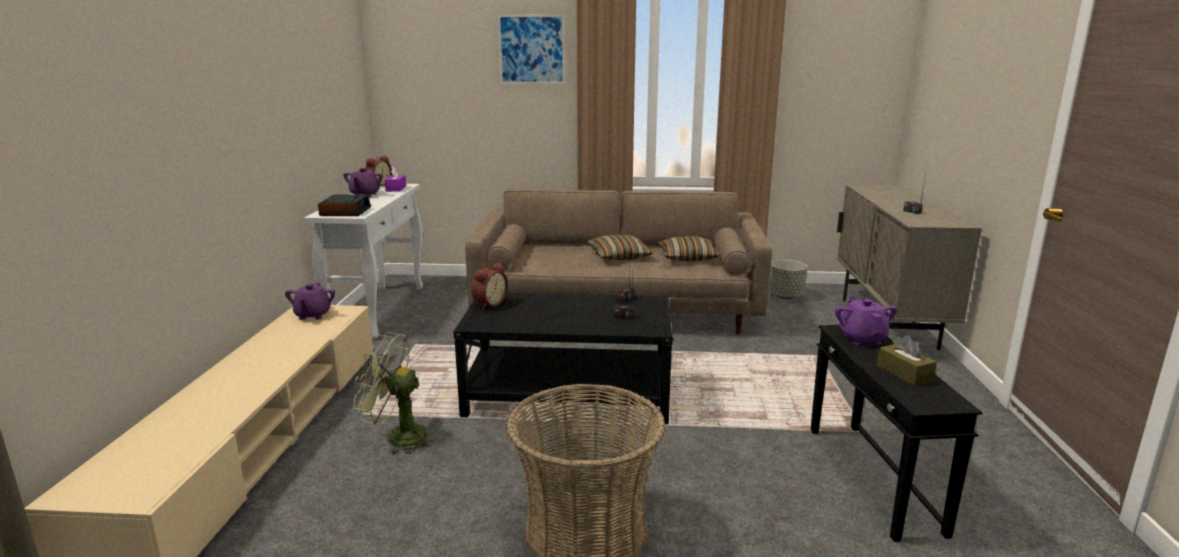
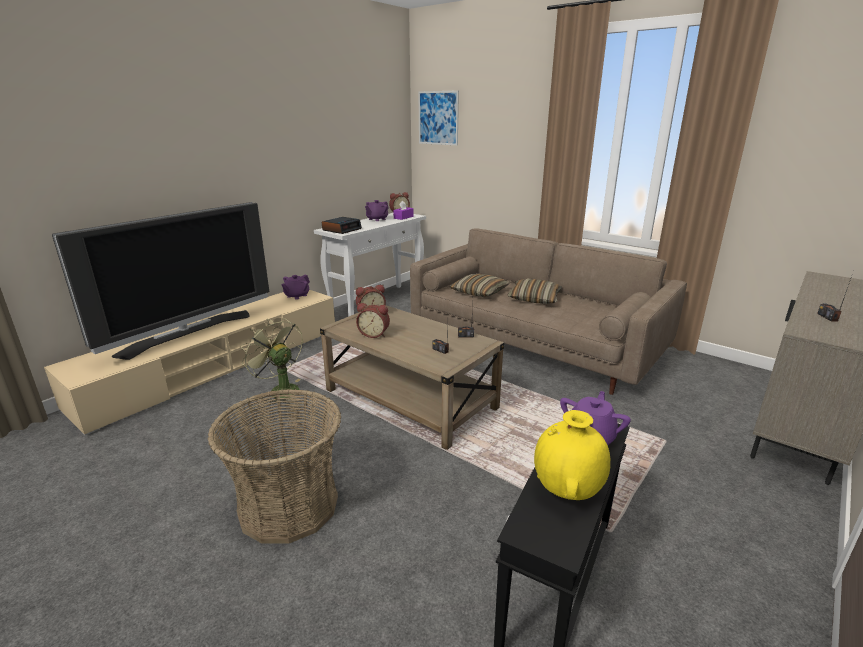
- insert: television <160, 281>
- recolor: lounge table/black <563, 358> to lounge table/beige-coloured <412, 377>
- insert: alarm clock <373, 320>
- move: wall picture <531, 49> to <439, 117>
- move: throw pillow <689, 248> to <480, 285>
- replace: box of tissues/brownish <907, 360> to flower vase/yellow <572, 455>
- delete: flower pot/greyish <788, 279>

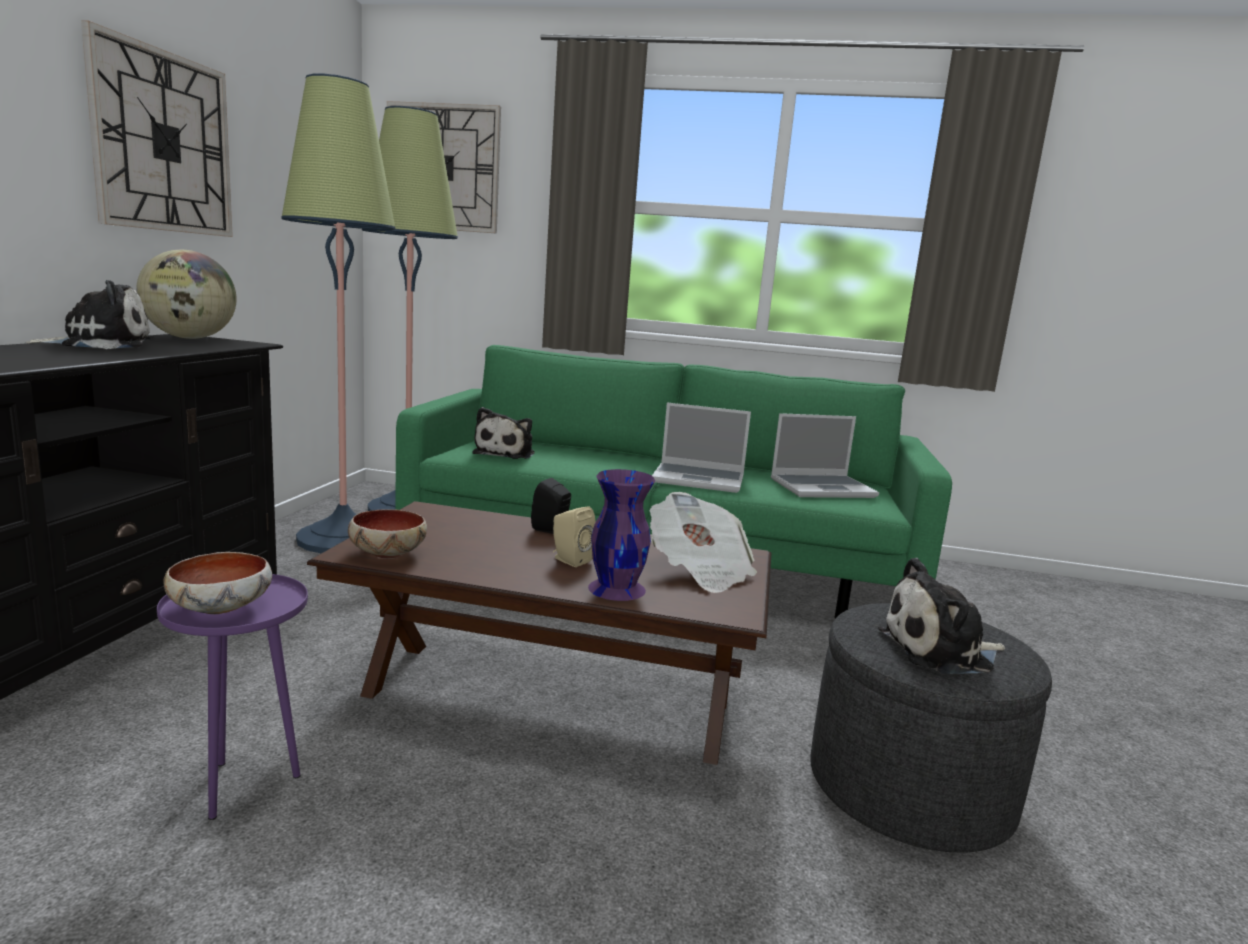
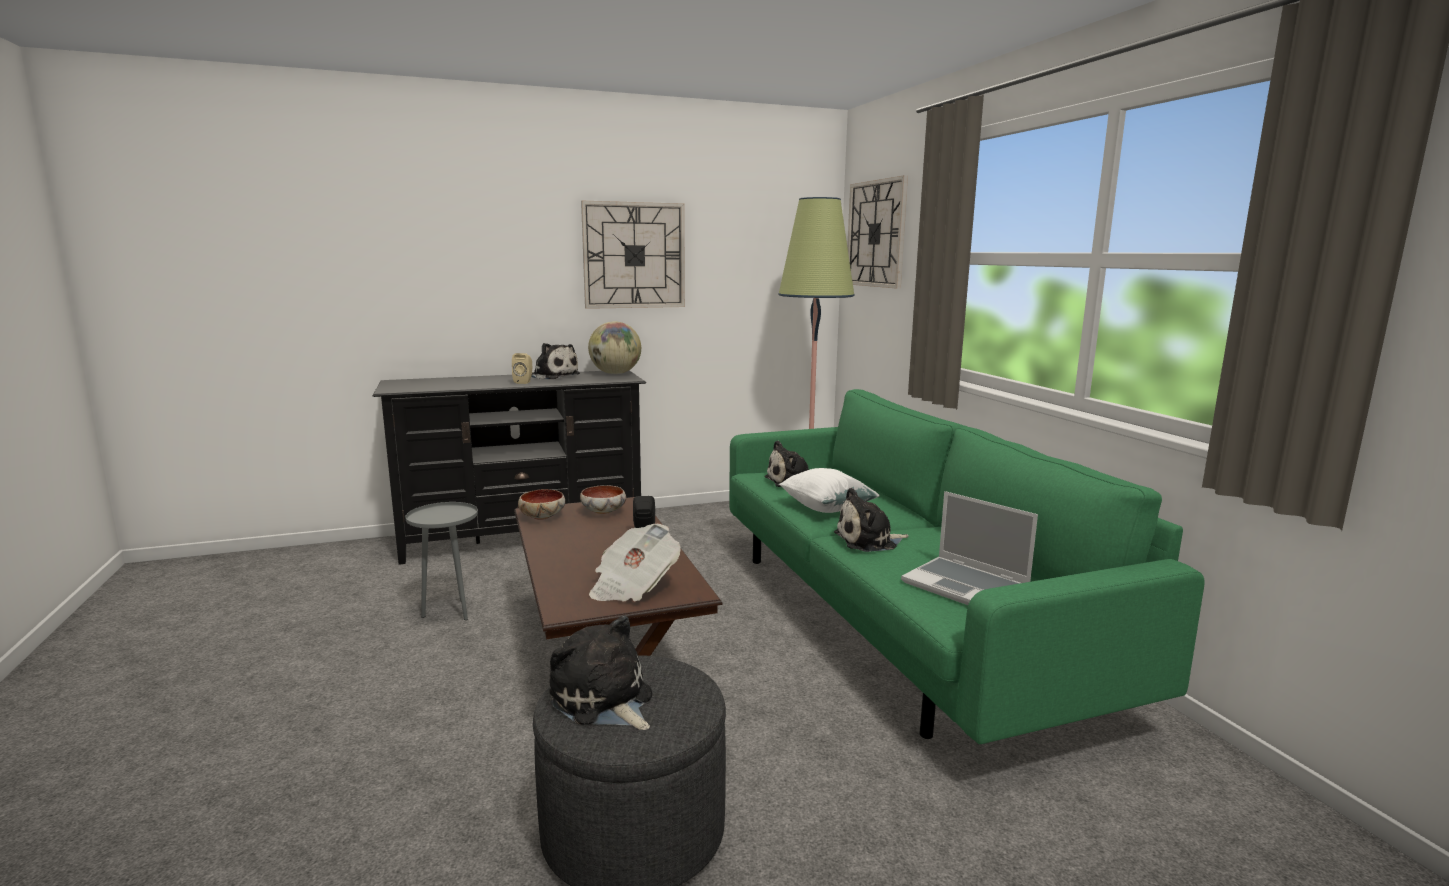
- recolor: end table/purple <232, 697> to end table/greyish <441, 561>
- move: audio speaker/beige-coloured <574, 536> to <522, 368>
- move: serving bowl <217, 583> to <603, 499>
- insert: throw pillow/whitish <829, 490>
- replace: laptop <701, 448> to soft toy <871, 520>
- delete: floor lamp <338, 313>
- delete: flower vase/purple <621, 535>

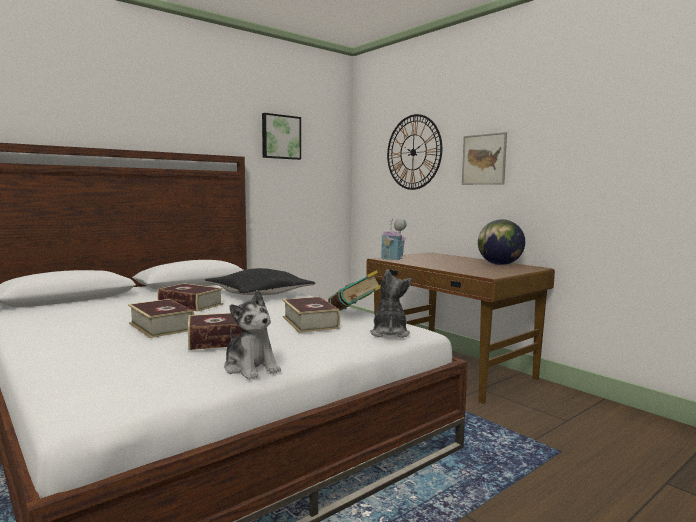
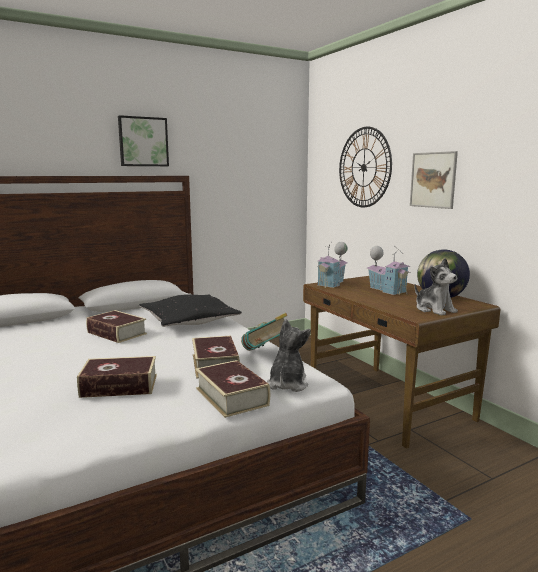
- move: wall picture <281, 136> to <143, 140>
- move: book <161, 318> to <232, 389>
- insert: miniature house <389, 270>
- move: soft toy <252, 335> to <436, 287>

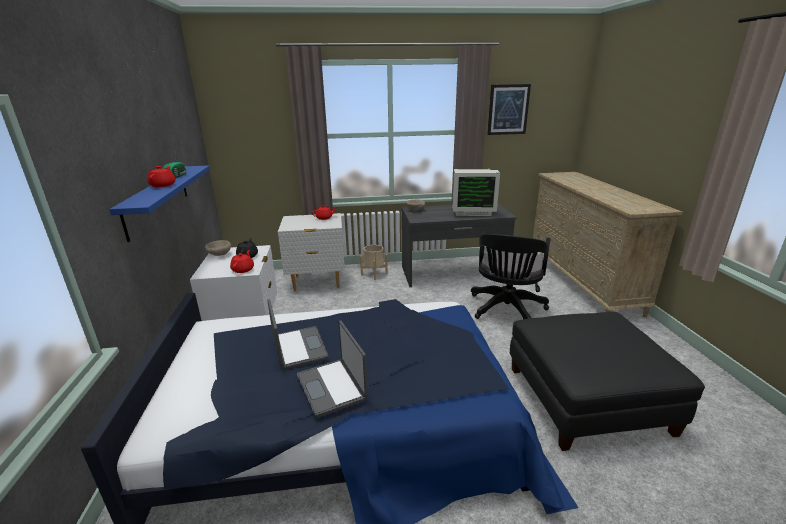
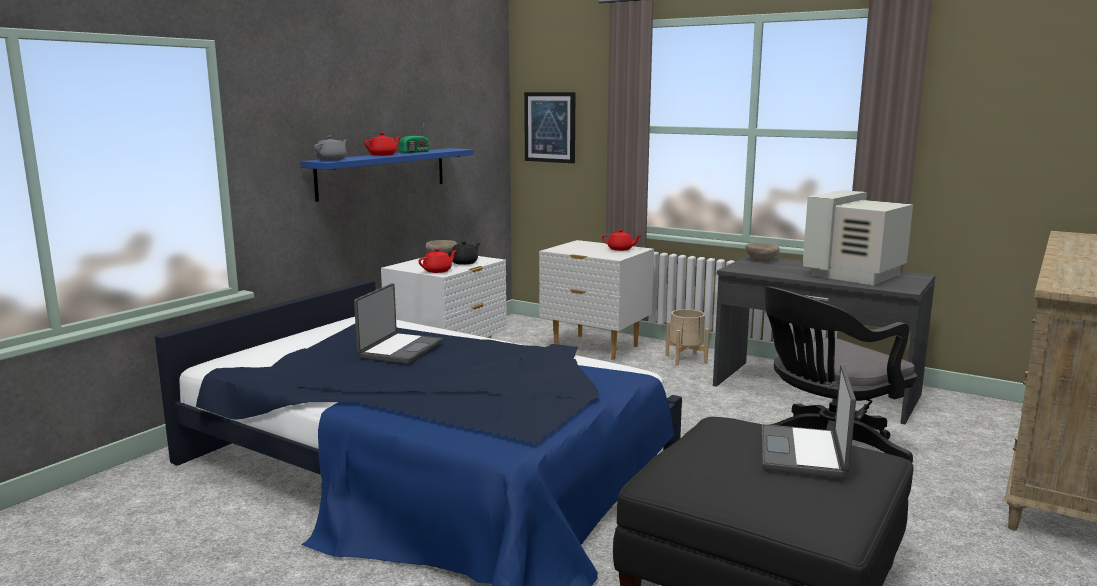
- insert: tea pot/greyish <330, 148>
- move: wall picture <509, 109> to <549, 127>
- move: laptop <332, 369> to <809, 421>
- rotate: computer display <476, 192> = <857, 238> 90 degrees clockwise

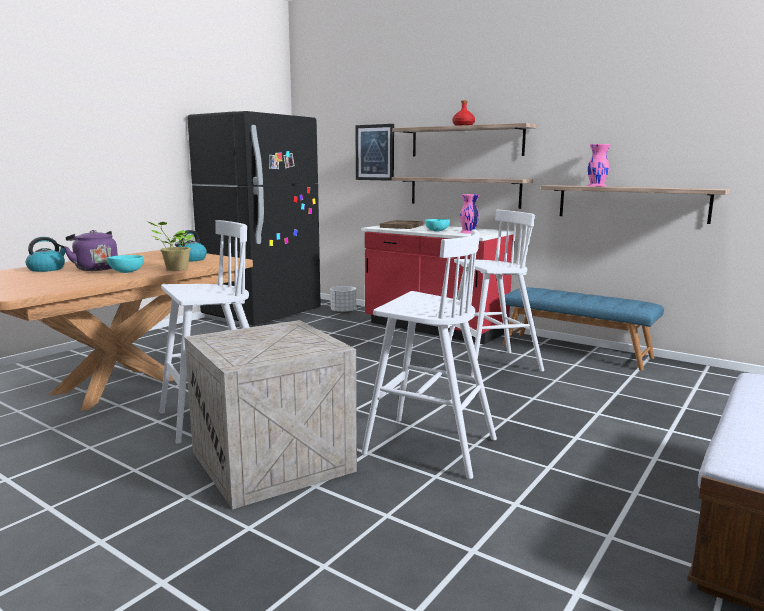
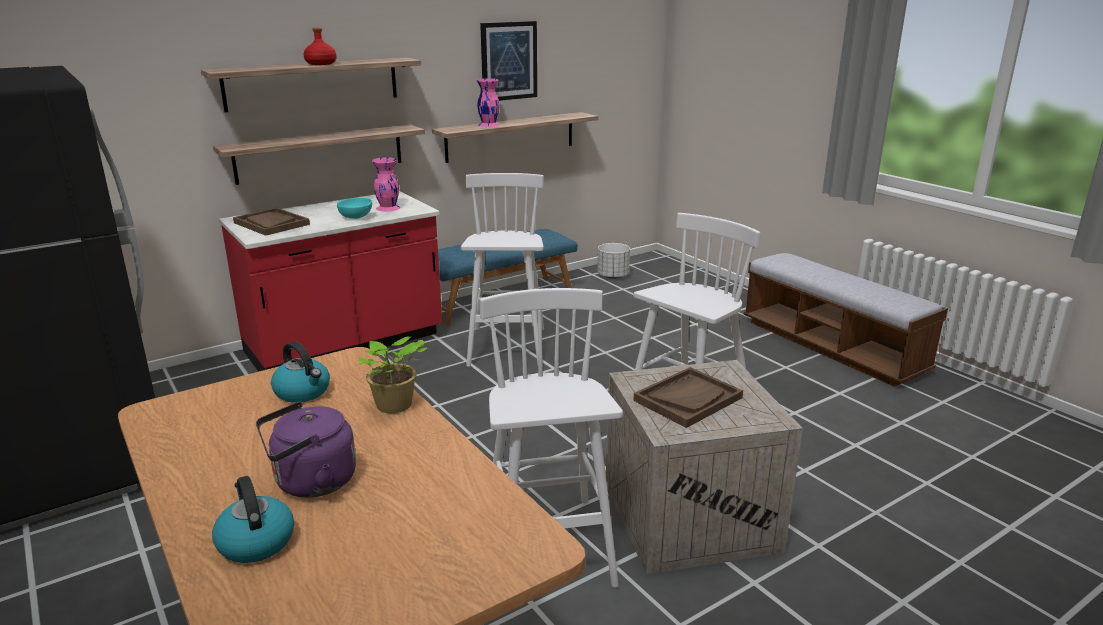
- move: wall picture <374, 152> to <508, 61>
- move: flower pot/whitish <343, 300> to <613, 261>
- insert: tray/brownish <688, 397>
- delete: serving bowl/turquoise <125, 264>

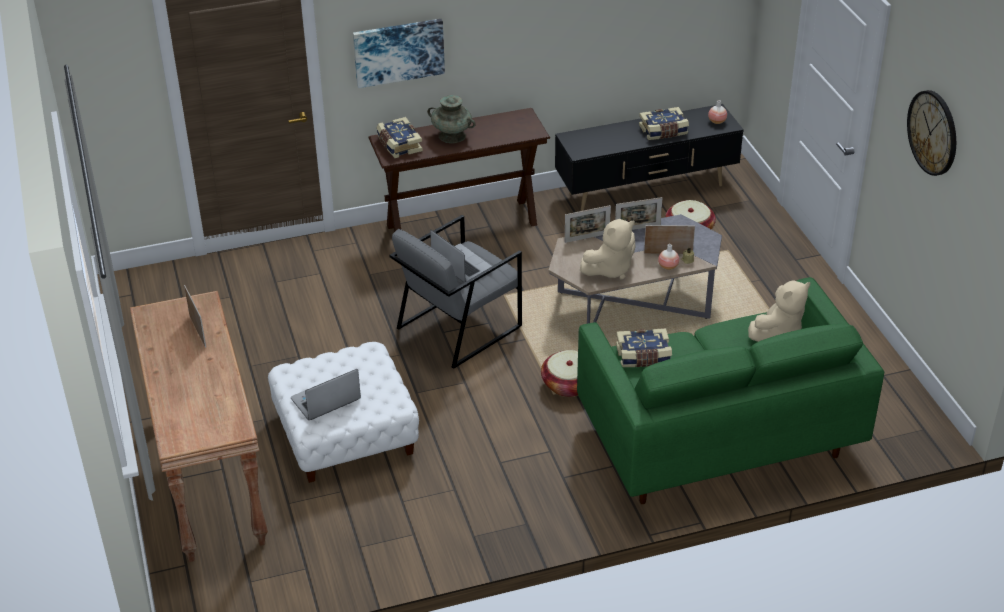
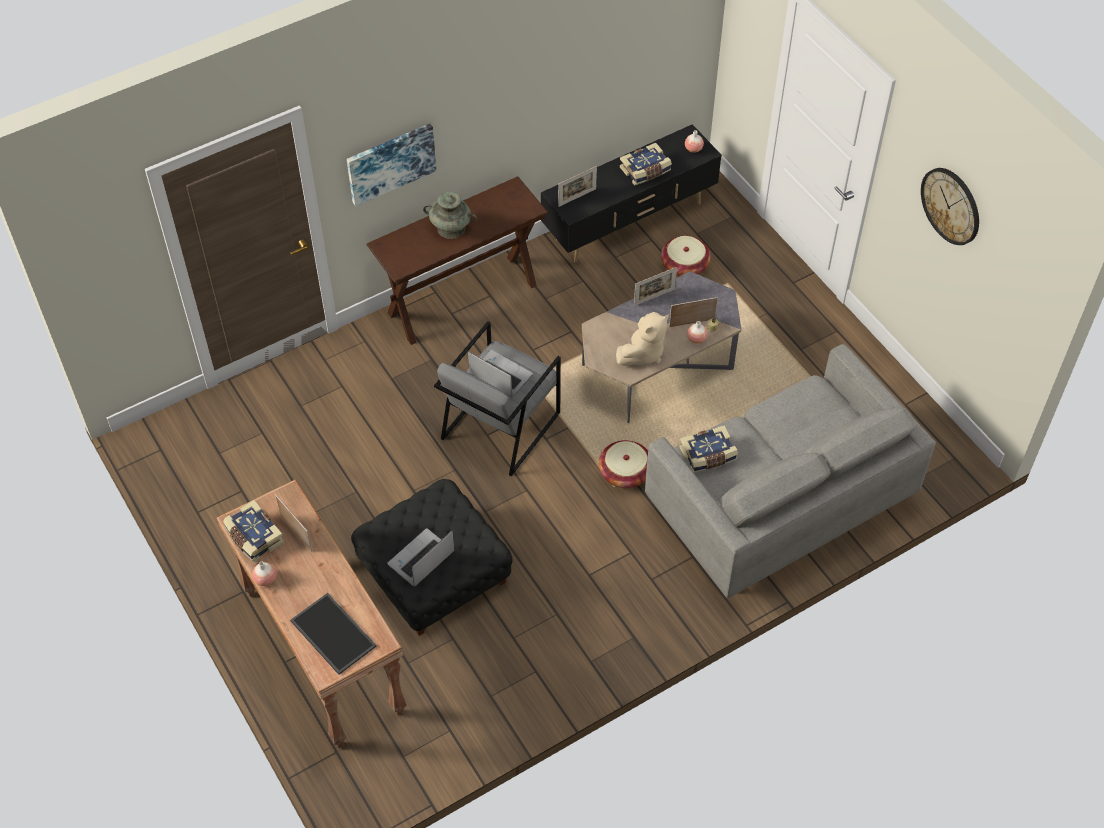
- move: book <399, 137> to <254, 531>
- insert: flower vase <264, 574>
- insert: tray <333, 634>
- recolor: pouffe/whitish <343, 412> to pouffe/black <431, 557>
- move: picture frame <588, 224> to <577, 186>
- recolor: couch/greenish <730, 390> to couch/greyish <790, 471>
- delete: soft toy/beige-coloured <779, 311>

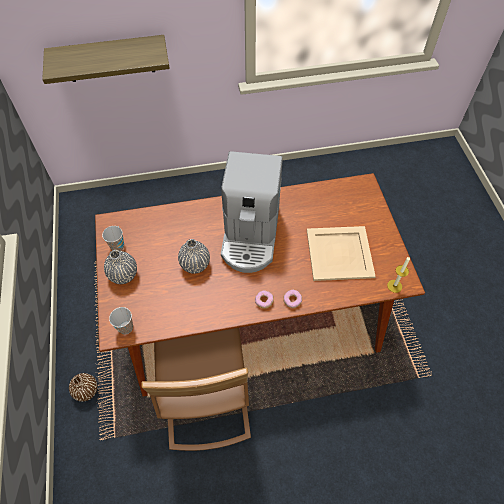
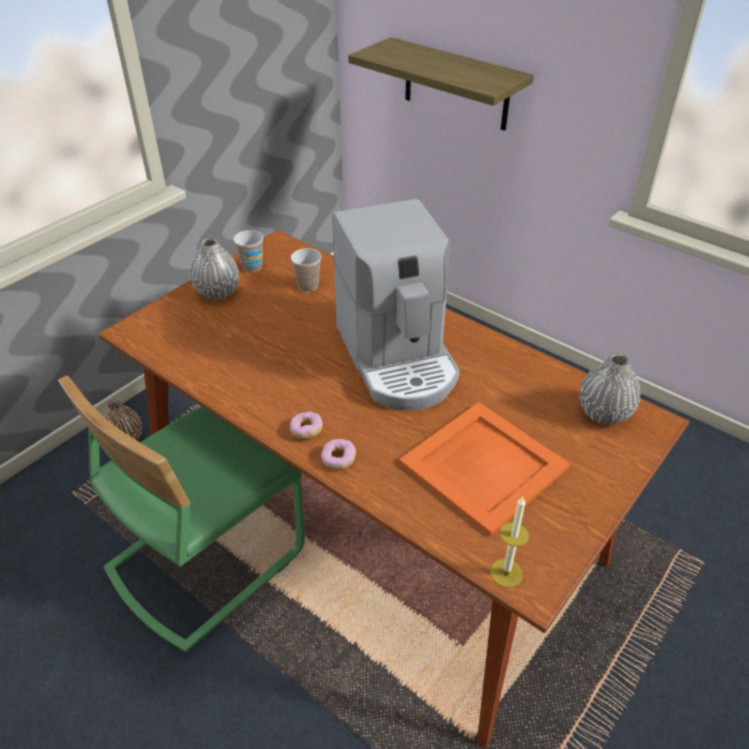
- recolor: upright chair/brownish <196, 389> to upright chair/greenish <181, 514>
- move: small cup <121, 320> to <306, 270>
- rotate: coffee brewer <252, 212> = <396, 305> 75 degrees counterclockwise
- recolor: tray/beige-coloured <341, 253> to tray/orange-coloured <484, 469>
- move: flower vase/greyish <194, 256> to <609, 389>

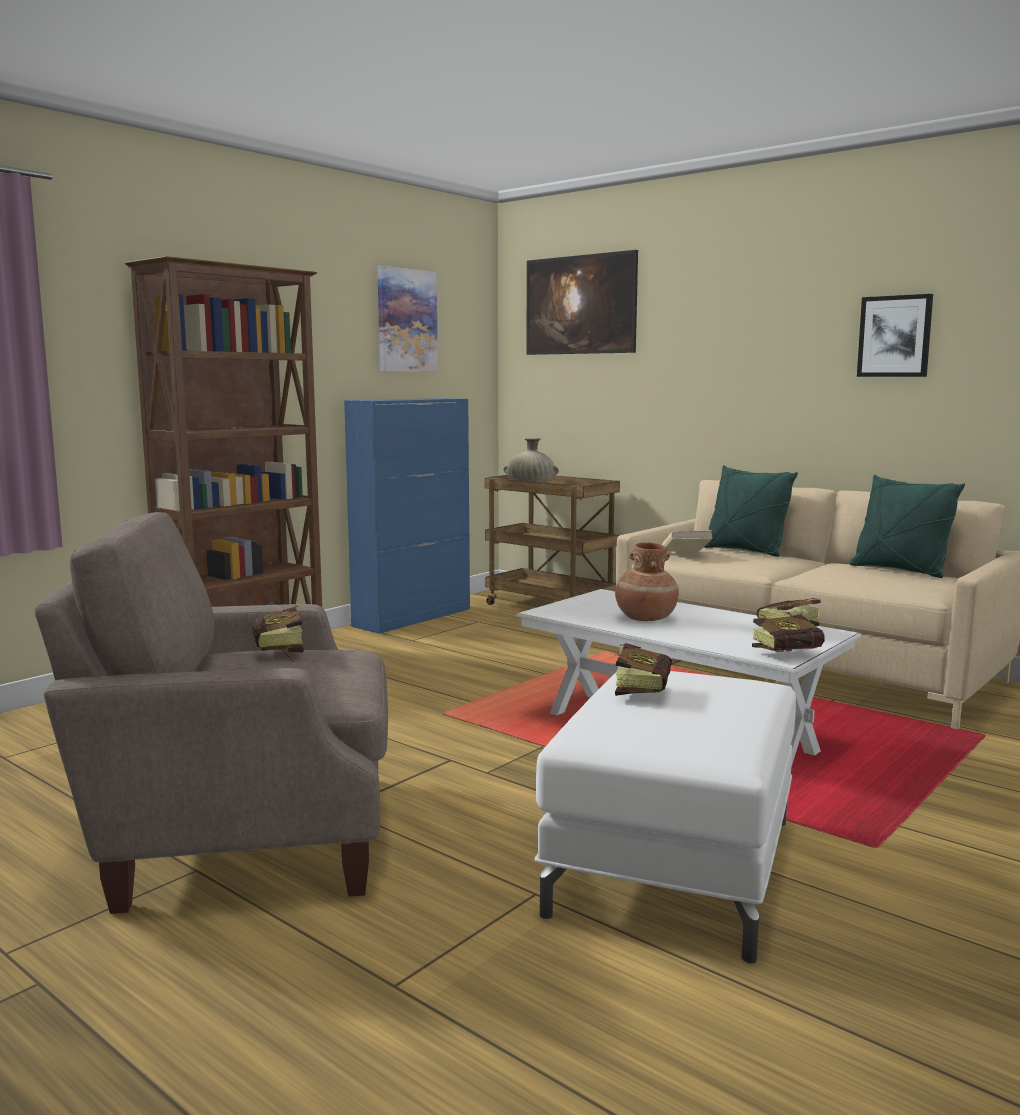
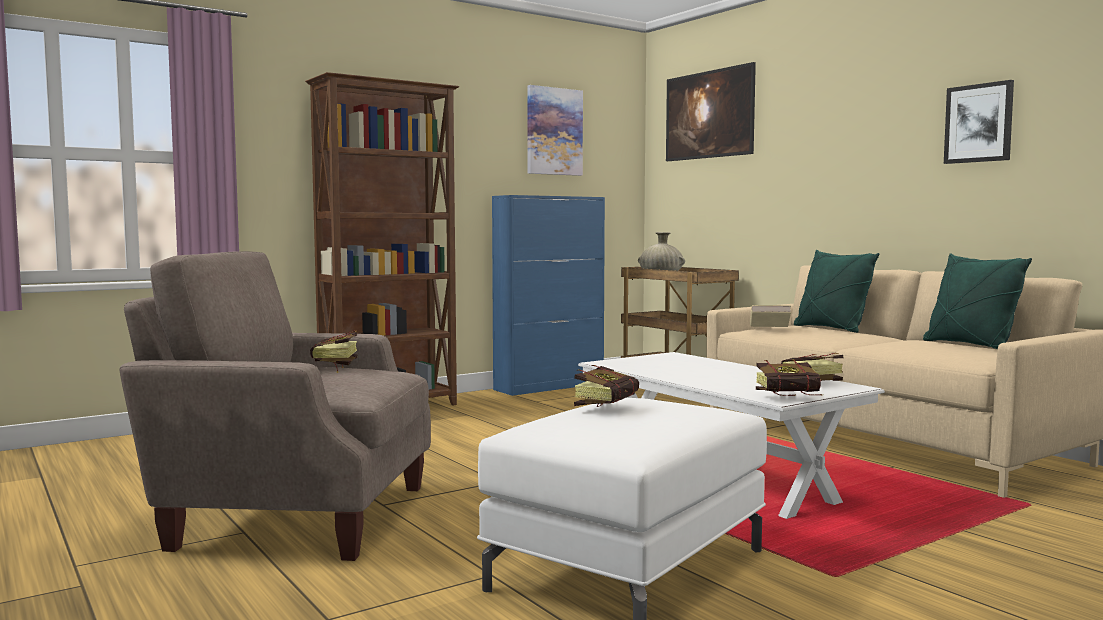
- delete: flower vase/brownish <647, 581>

